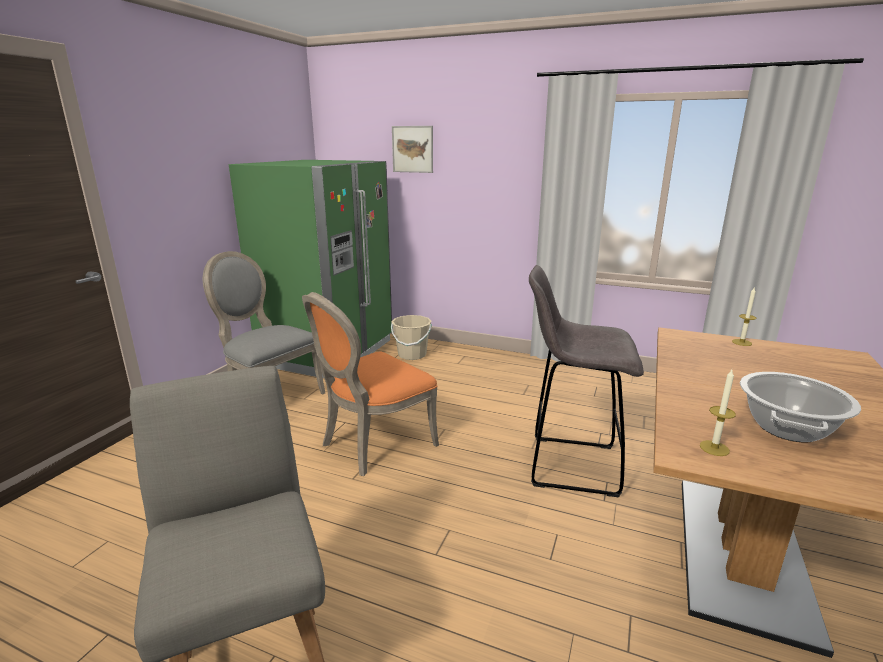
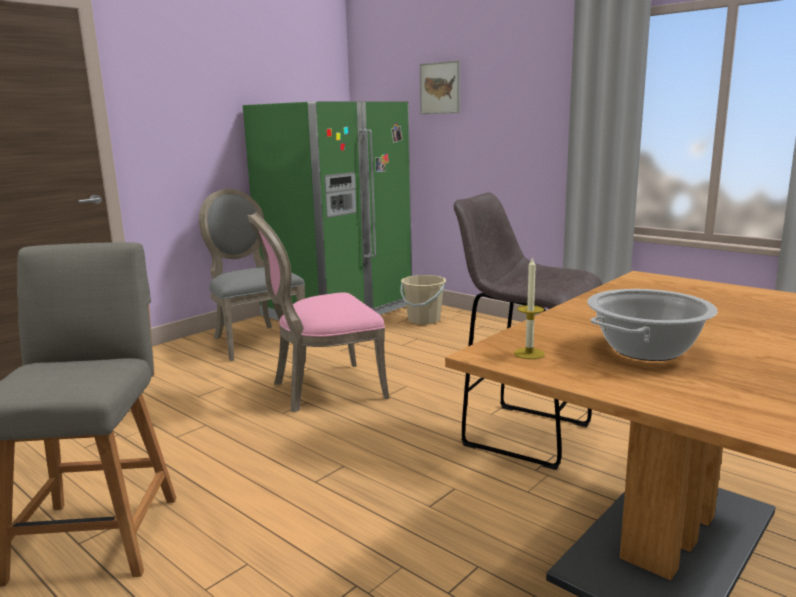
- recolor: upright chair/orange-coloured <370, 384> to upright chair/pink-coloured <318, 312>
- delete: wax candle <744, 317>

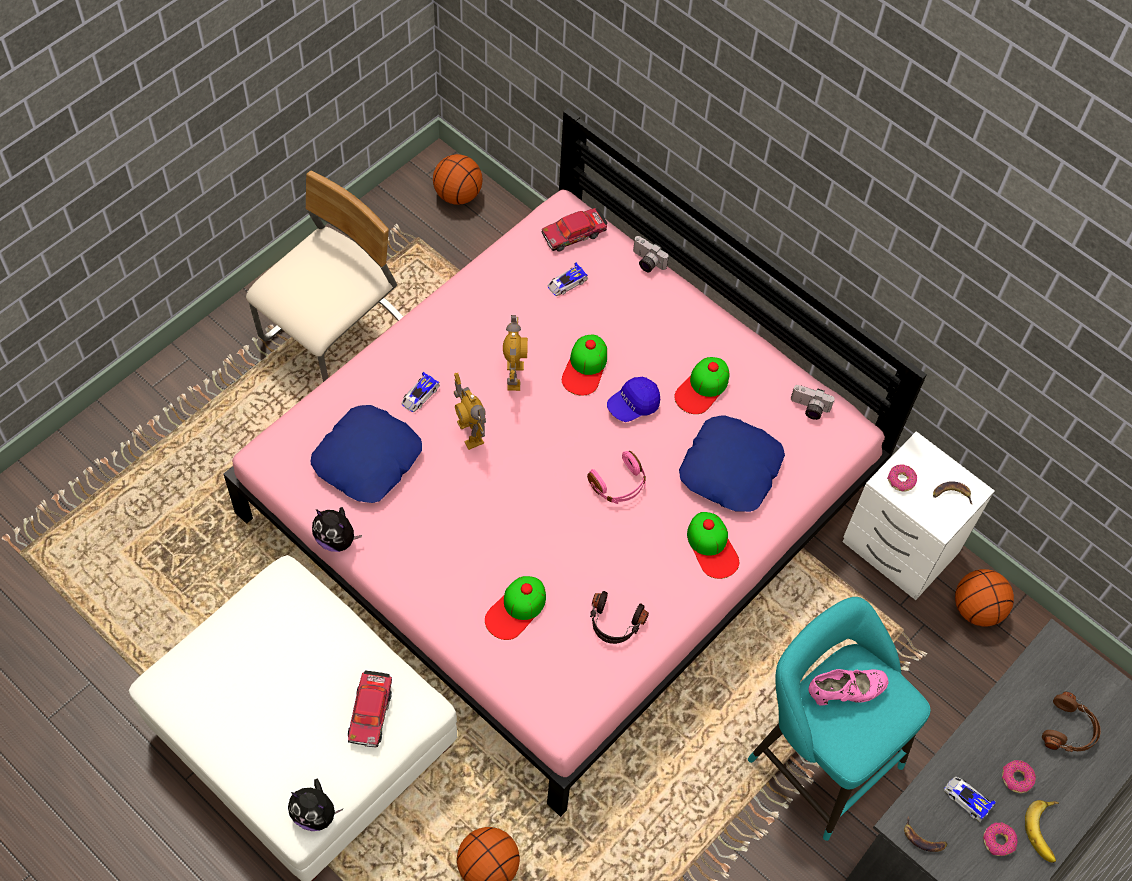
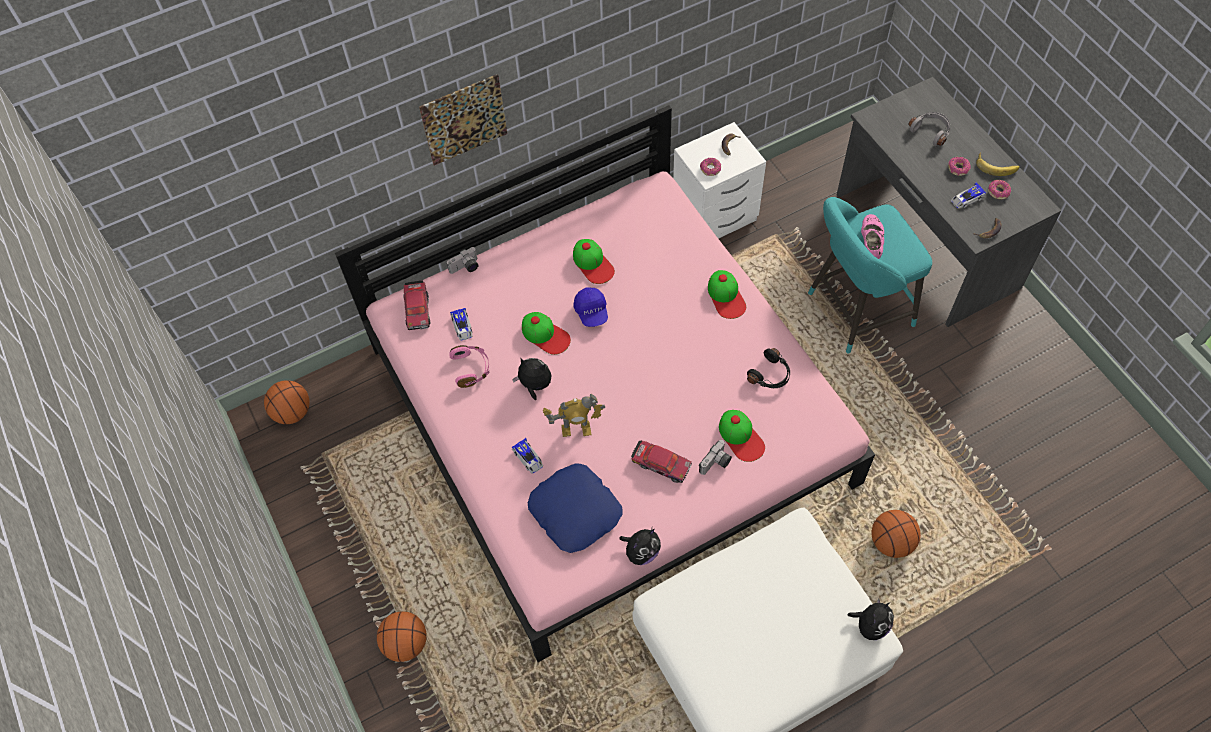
- move: basketball ball <984, 597> to <402, 636>
- insert: wall picture <463, 119>
- move: pair of headphones/pink-coloured <616, 477> to <469, 366>
- replace: toy robot <515, 353> to soft toy <532, 379>
- move: toy car <370, 709> to <661, 461>
- move: still camera <812, 402> to <715, 457>
- rotate: baseball cap <713, 545> = <727, 294> 75 degrees clockwise
- recolor: pair of headphones/brownish <1071, 722> to pair of headphones/greyish <929, 129>
- delete: upright chair/beige-coloured <324, 276>
- delete: throw pillow/blue <732, 463>

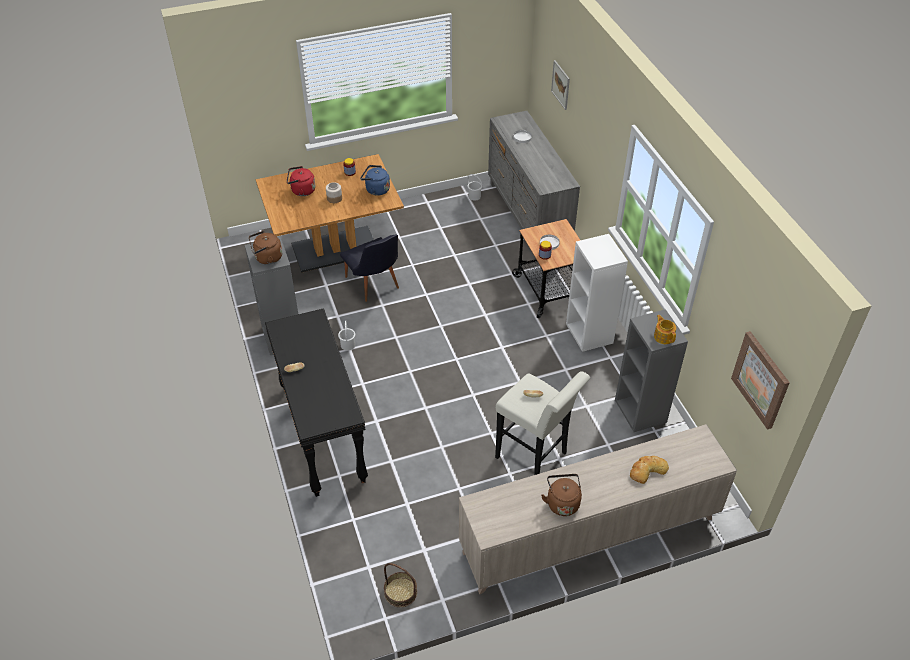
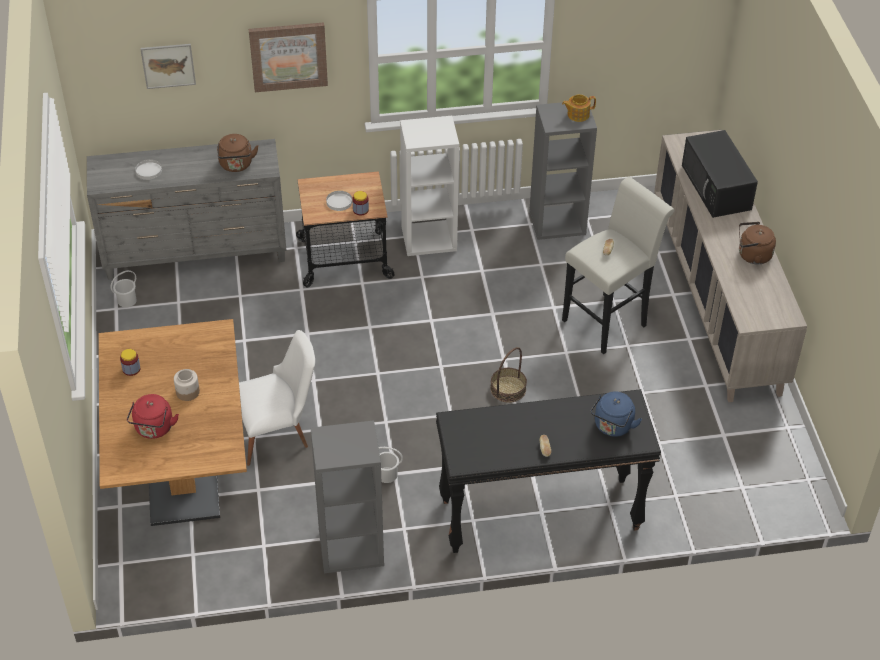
- move: tea kettle/brownish <265, 248> to <238, 153>
- recolor: upright chair/black <369, 268> to upright chair/whitish <277, 398>
- move: wall picture <760, 380> to <288, 57>
- move: basket <400, 585> to <508, 375>
- move: tea kettle/blue <375, 180> to <616, 414>
- replace: bread <649, 470> to microwave/black <720, 174>

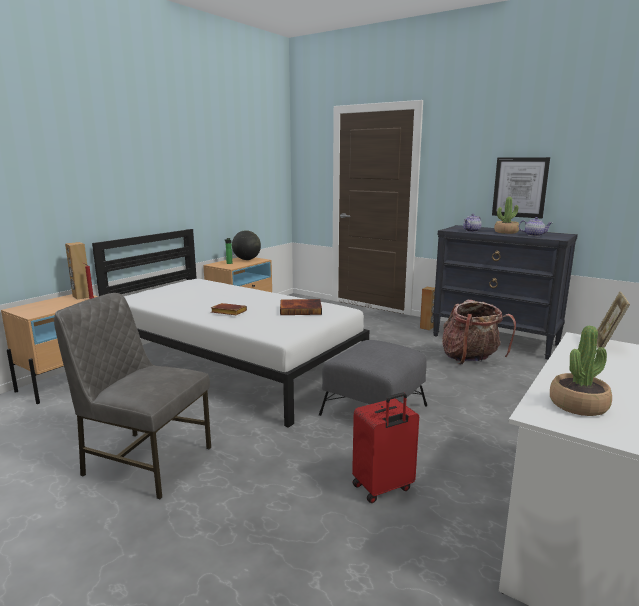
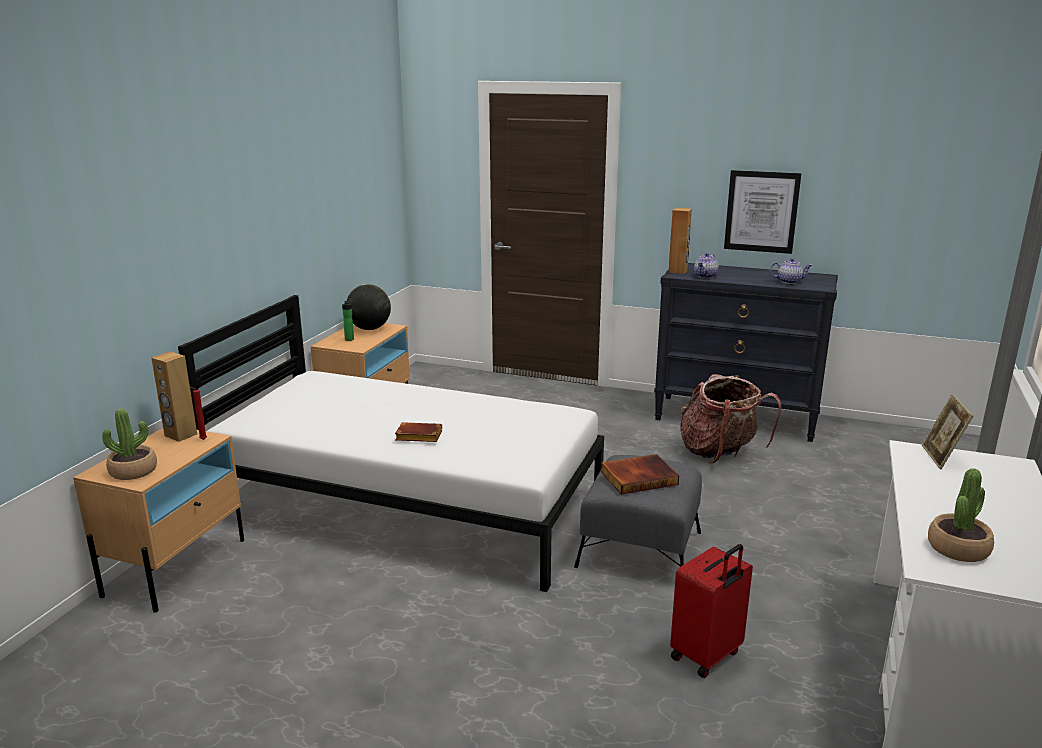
- move: potted plant <506, 215> to <129, 444>
- move: book <301, 307> to <640, 474>
- move: audio speaker/brownish <427, 308> to <680, 241>
- delete: upright chair/greyish <132, 396>

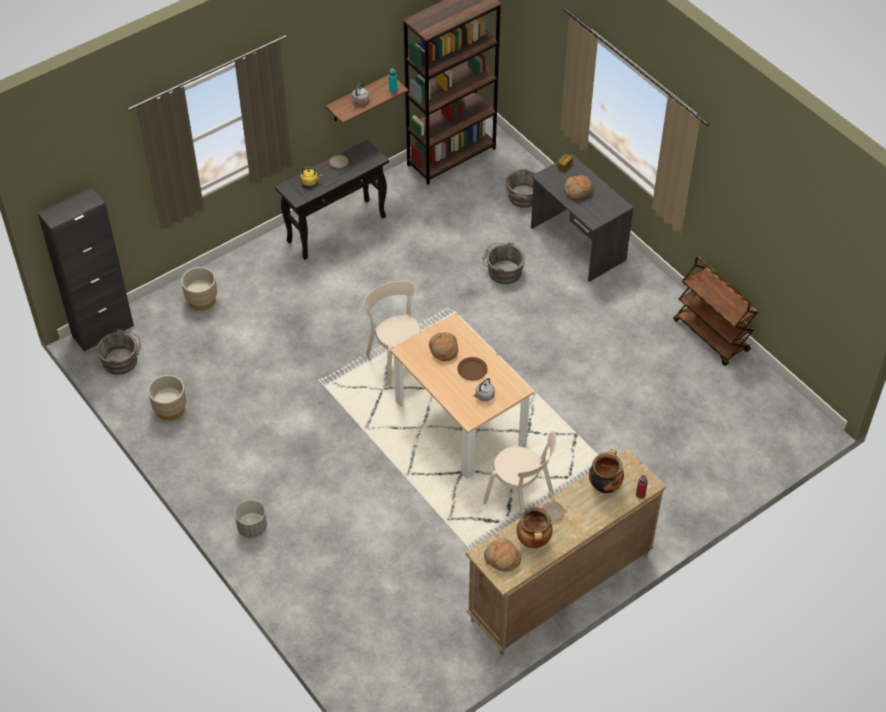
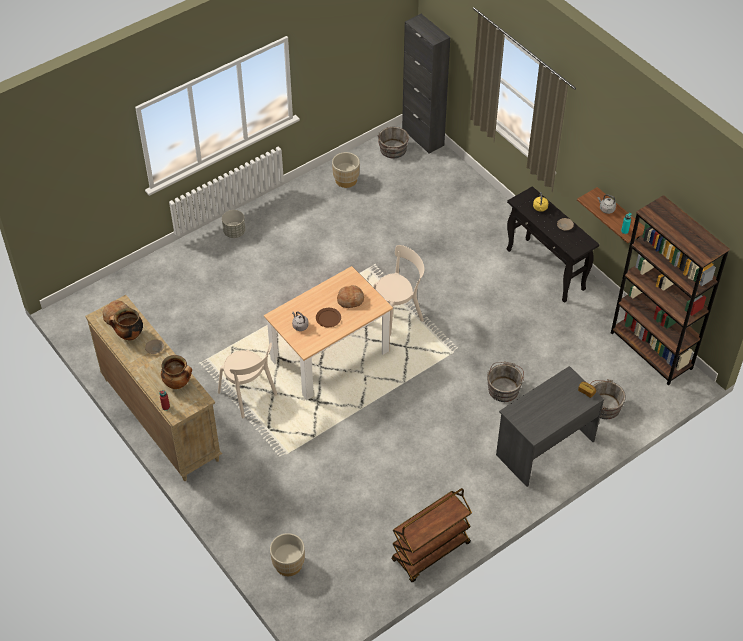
- rotate: upright chair/beige-coloured <519, 473> = <248, 380> 75 degrees counterclockwise
- move: flower pot/beige-coloured <199, 289> to <287, 554>
- delete: bread <578, 187>

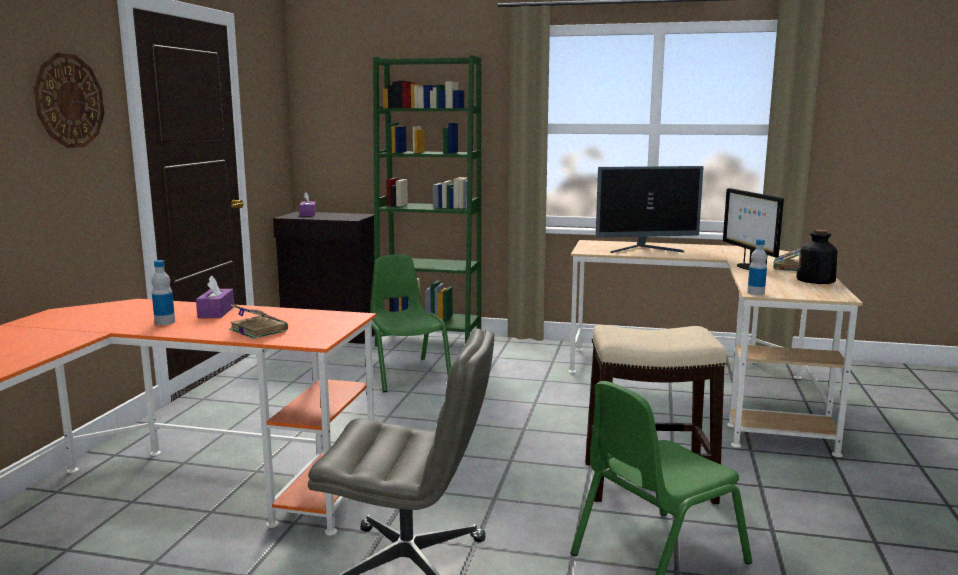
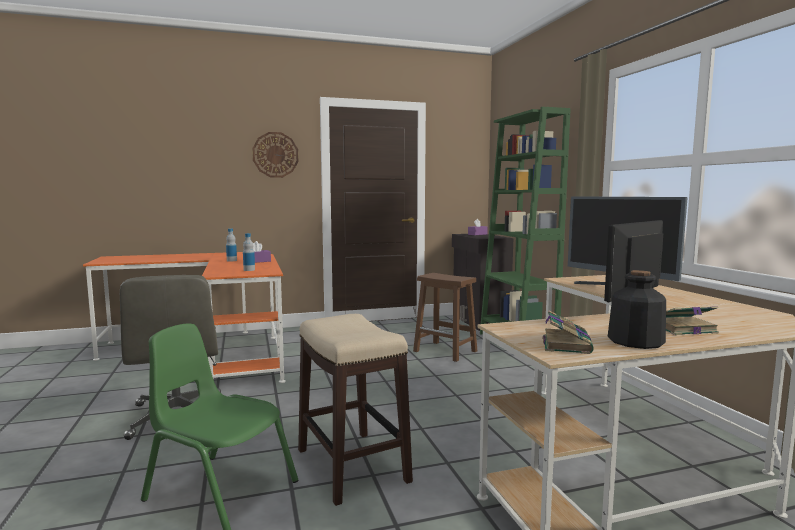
- move: bottle <757, 267> to <249, 252>
- replace: upright chair/greenish <408, 323> to stool/brownish <445, 317>
- move: book <258, 321> to <568, 332>

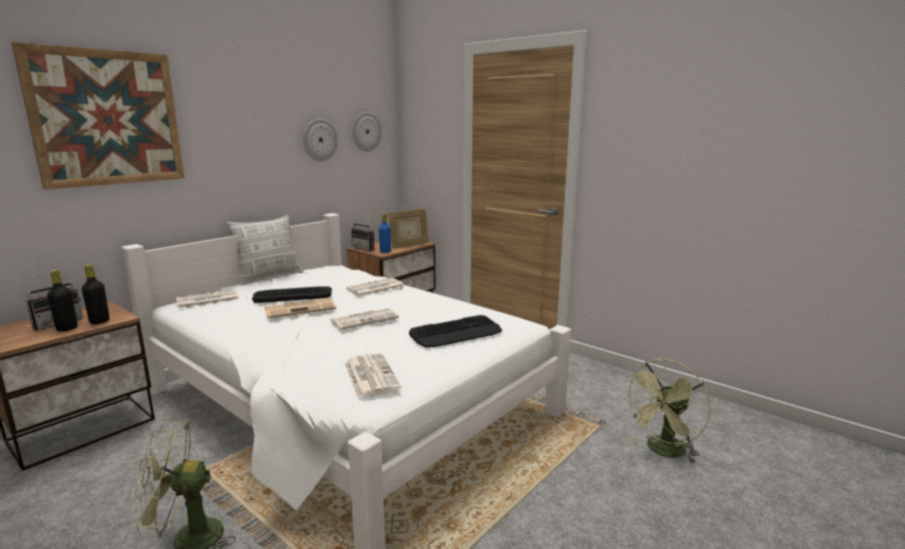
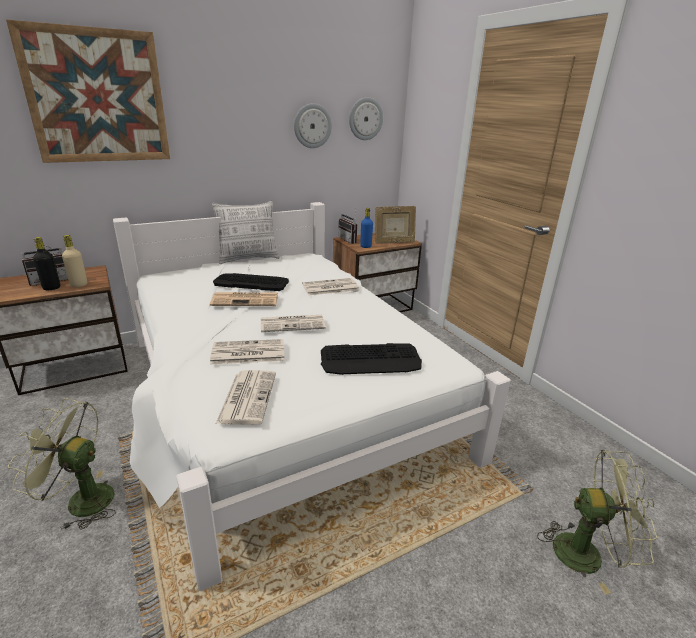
- recolor: bottle/black <96, 294> to bottle/beige-coloured <74, 261>
- move: newspaper <207, 299> to <247, 351>
- rotate: cooling fan/greenish <666, 411> = <597, 522> 150 degrees counterclockwise

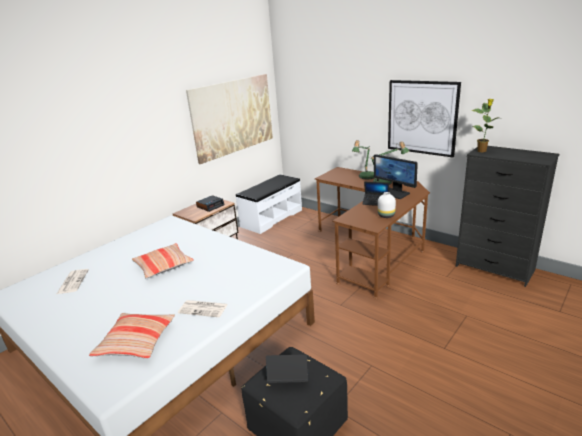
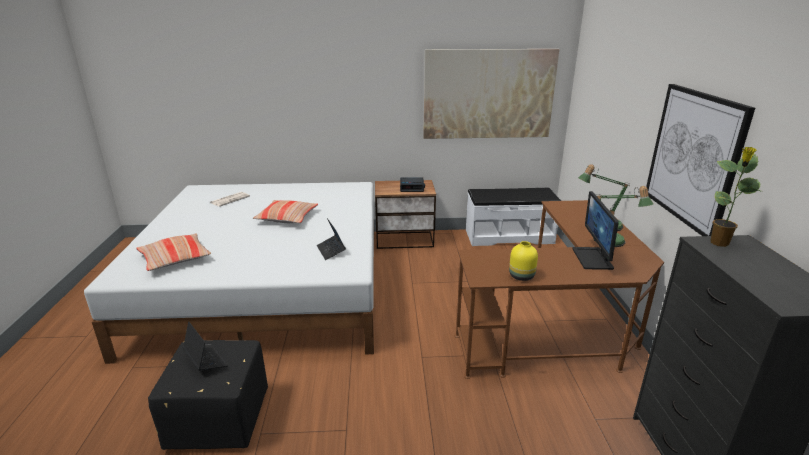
- move: laptop <375, 194> to <331, 239>
- recolor: flower vase/whitish <387, 205> to flower vase/yellow <523, 261>
- delete: newspaper <203, 308>

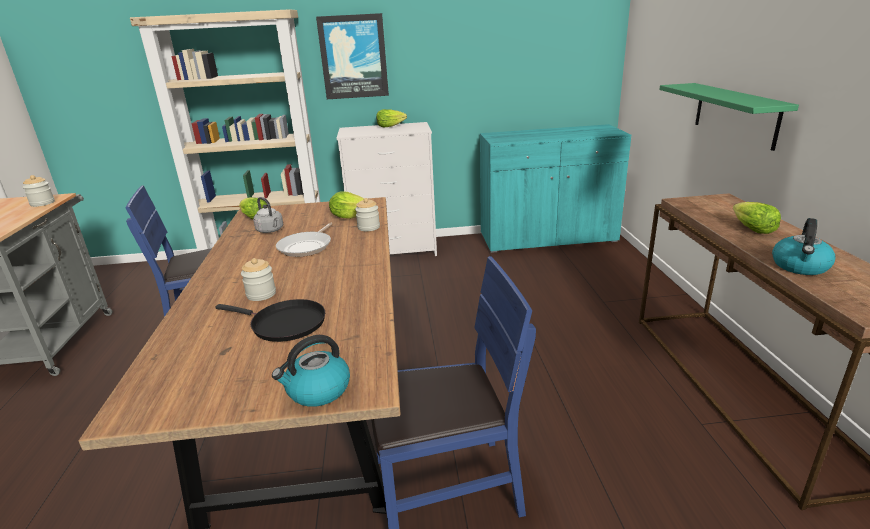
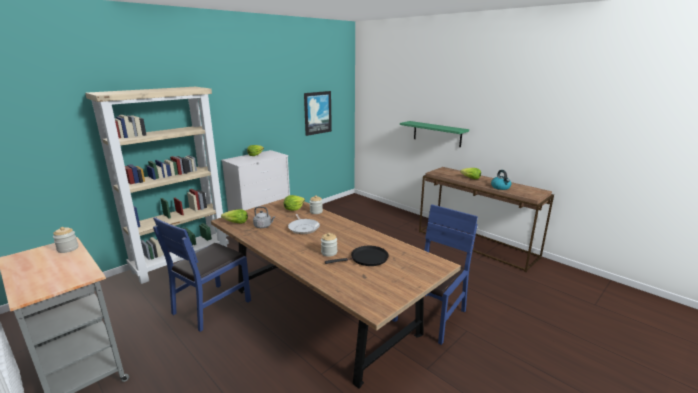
- move: wall picture <352, 56> to <318, 113>
- delete: tea kettle <311, 371>
- delete: cupboard/turquoise <555, 188>

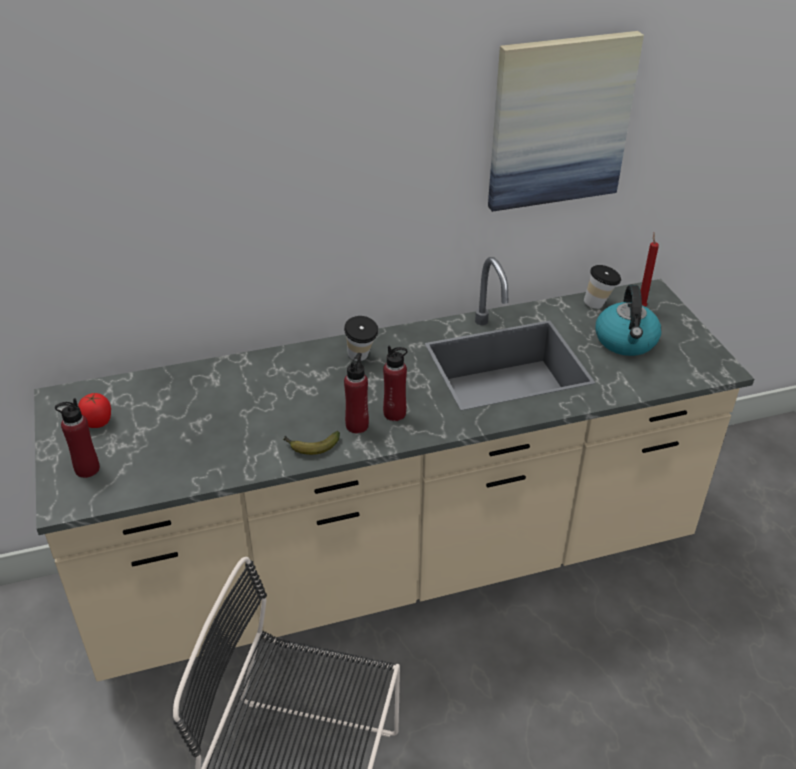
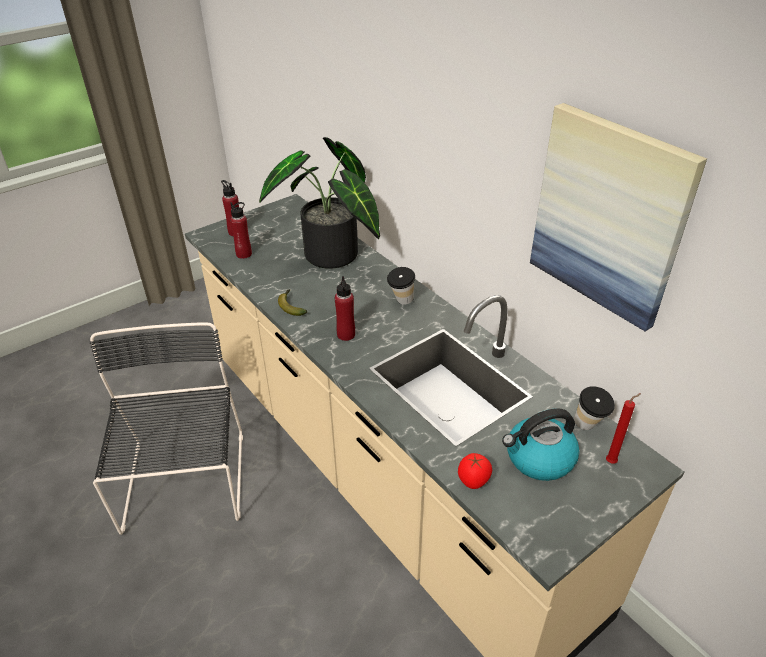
- move: bottle/red-coloured <356, 393> to <241, 230>
- insert: potted plant <319, 203>
- move: whole tomato <94, 410> to <475, 471>

